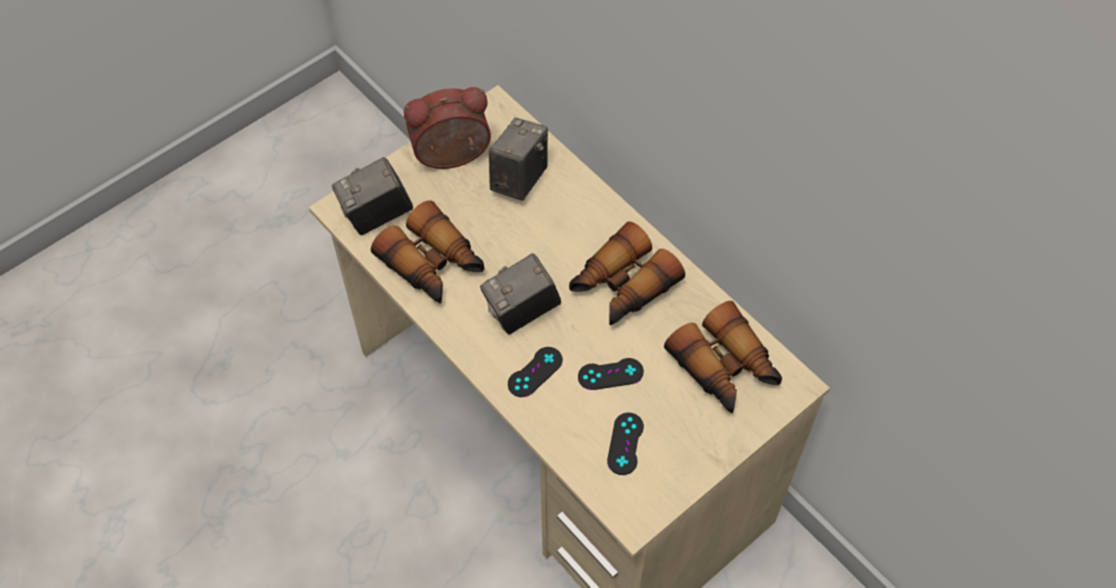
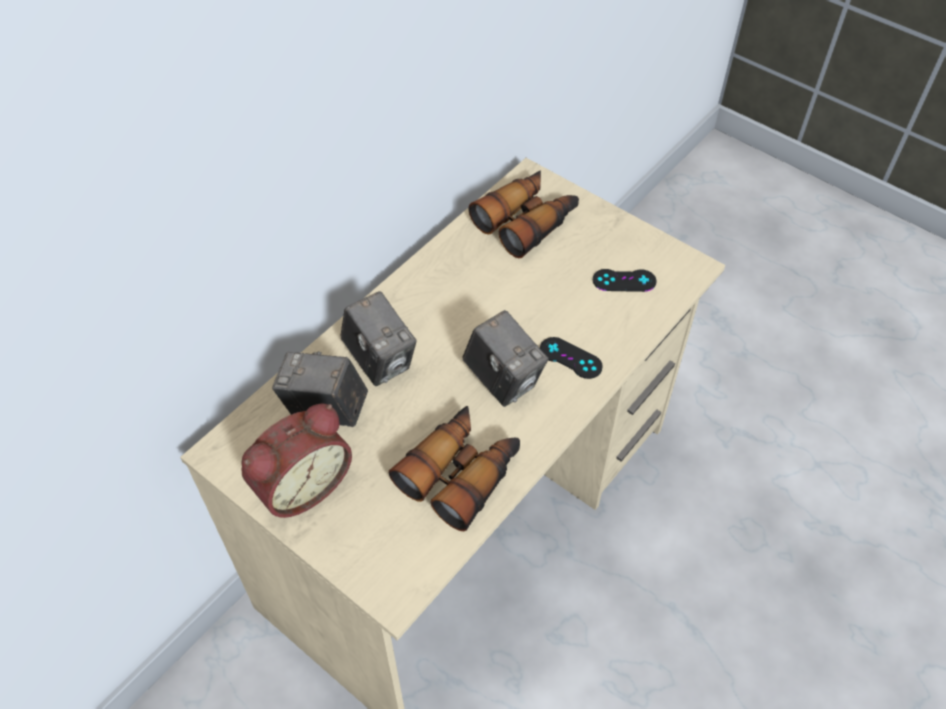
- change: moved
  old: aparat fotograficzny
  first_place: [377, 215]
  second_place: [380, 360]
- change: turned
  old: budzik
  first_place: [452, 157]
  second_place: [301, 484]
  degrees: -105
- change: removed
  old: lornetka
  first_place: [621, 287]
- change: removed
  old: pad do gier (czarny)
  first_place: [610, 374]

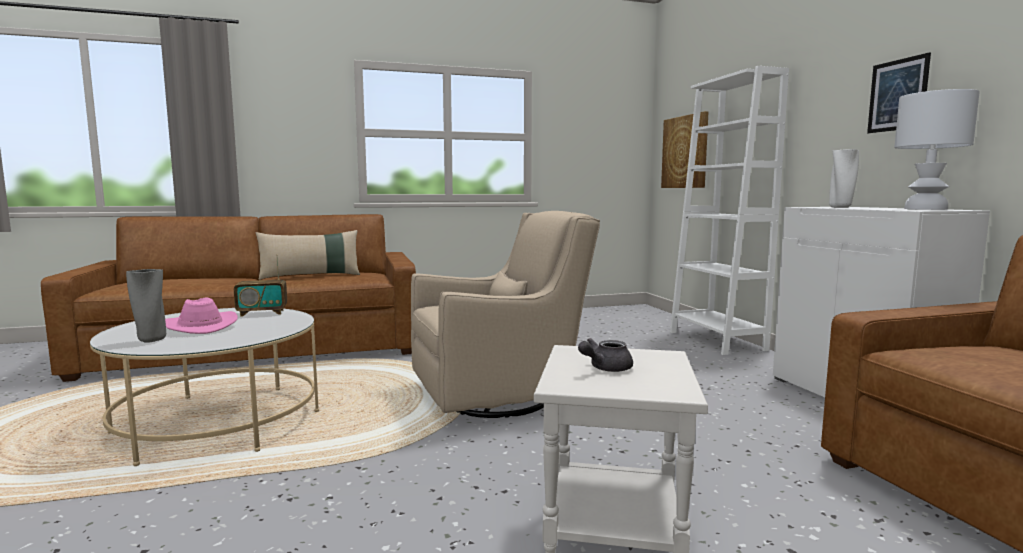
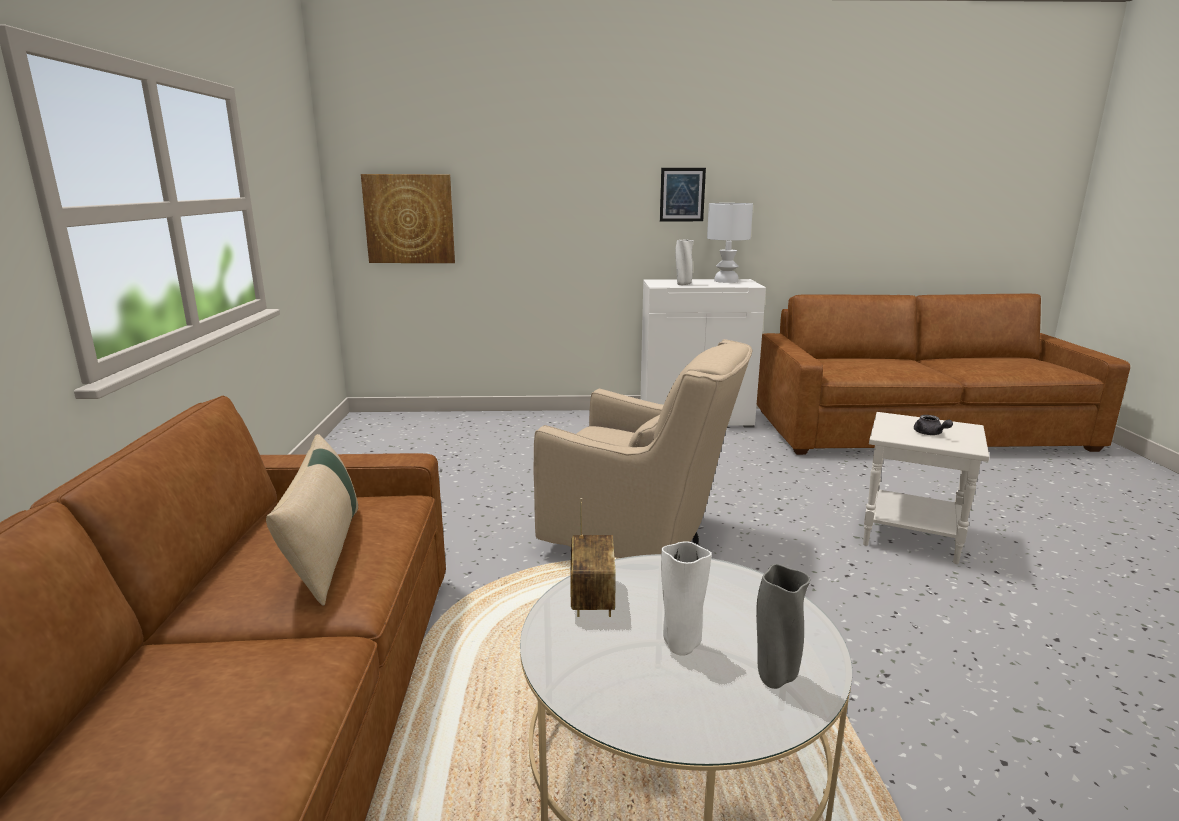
- change: replaced
  old: kapelusz (różowy)
  new: wazon (biały)
  first_place: [199, 326]
  second_place: [681, 646]
- change: turned
  old: fotel (beżowy)
  first_place: [501, 395]
  second_place: [642, 540]
  degrees: 120
- change: removed
  old: regał (biały)
  first_place: [716, 341]

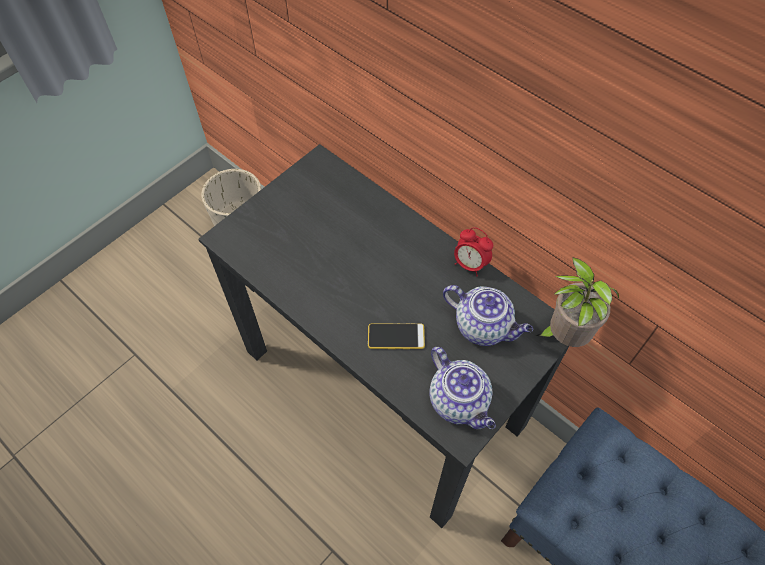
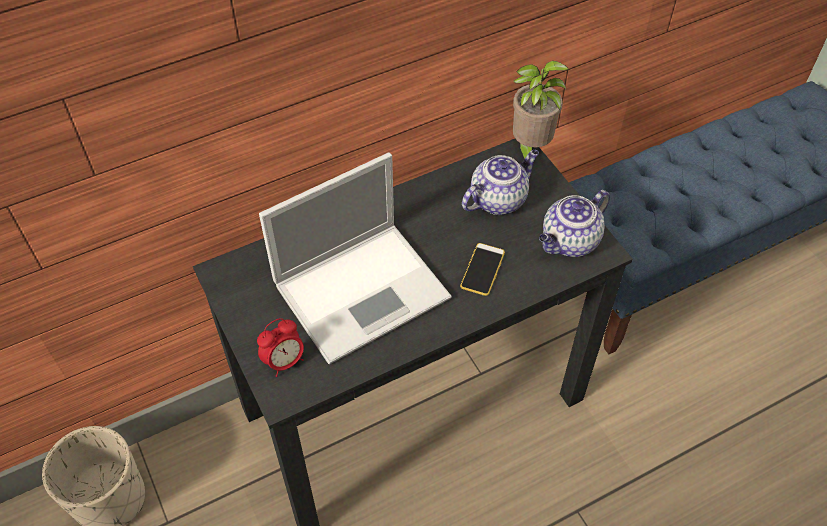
- change: turned
  old: imbryk
  first_place: [460, 402]
  second_place: [569, 242]
  degrees: 150
- change: moved
  old: budzik
  first_place: [470, 265]
  second_place: [284, 361]
- change: added
  new: laptop
  second_place: [364, 289]

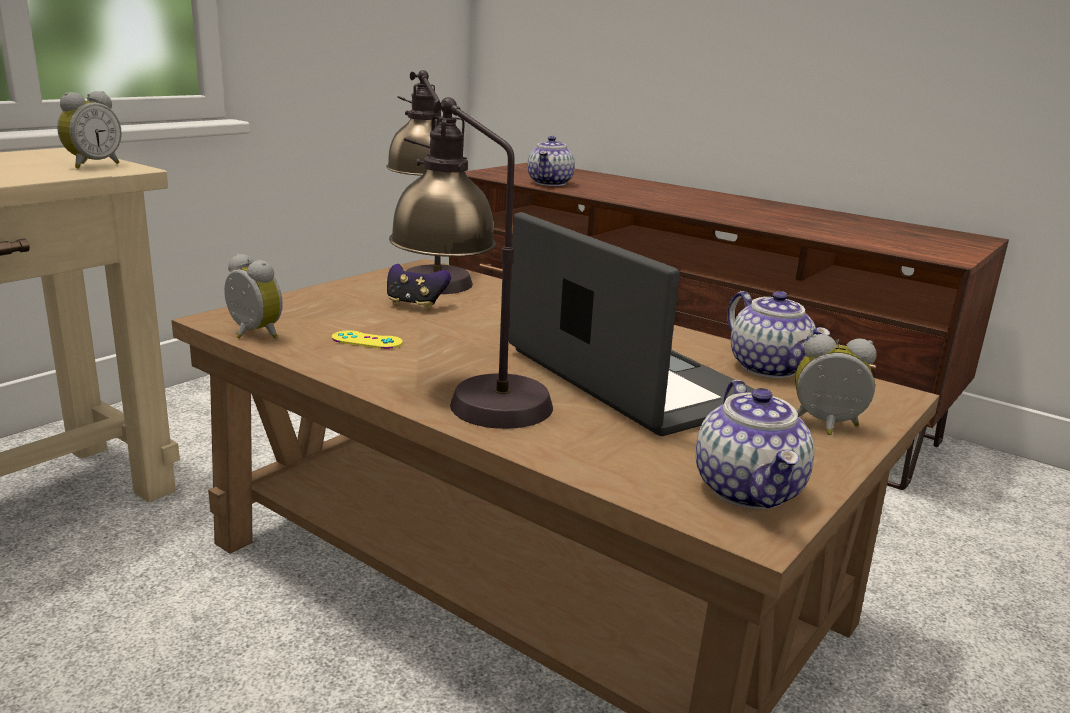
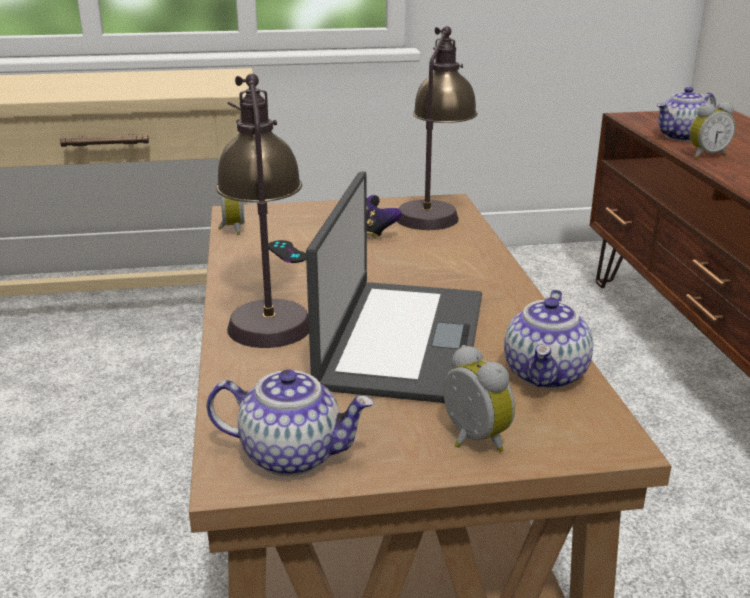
- change: moved
  old: budzik
  first_place: [92, 165]
  second_place: [705, 155]
- change: recoloured
  old: pad do gier (żółty)
  new: pad do gier (czarny)
  first_place: [367, 340]
  second_place: [287, 252]
- change: turned
  old: imbryk
  first_place: [750, 491]
  second_place: [292, 454]
  degrees: -120

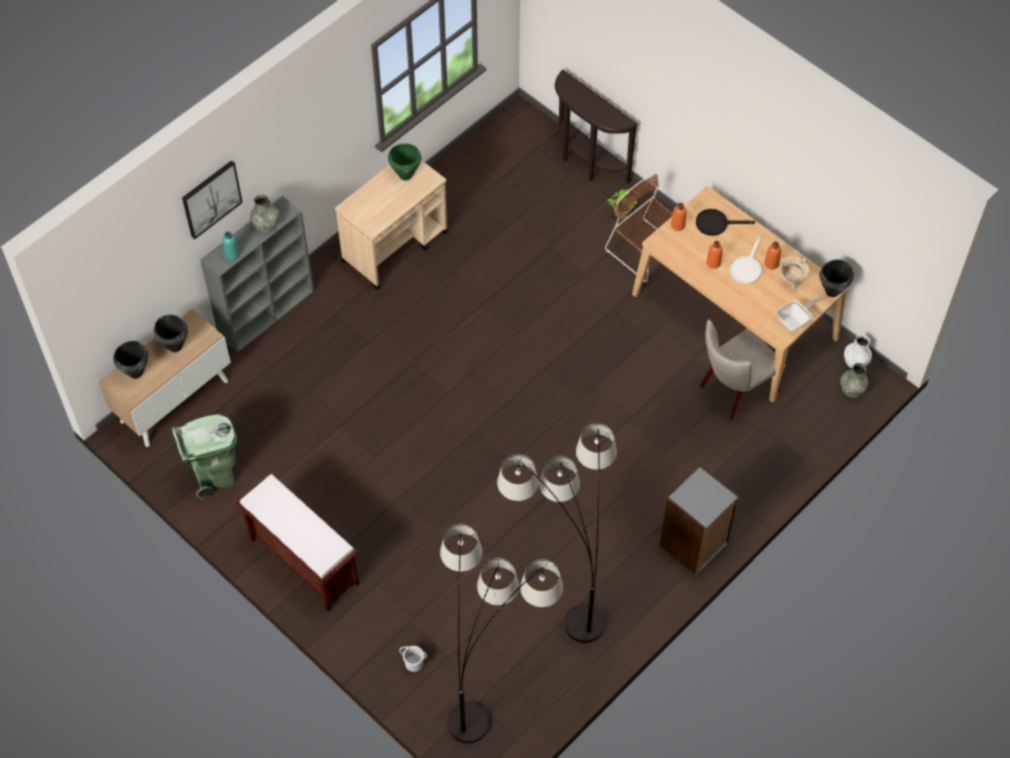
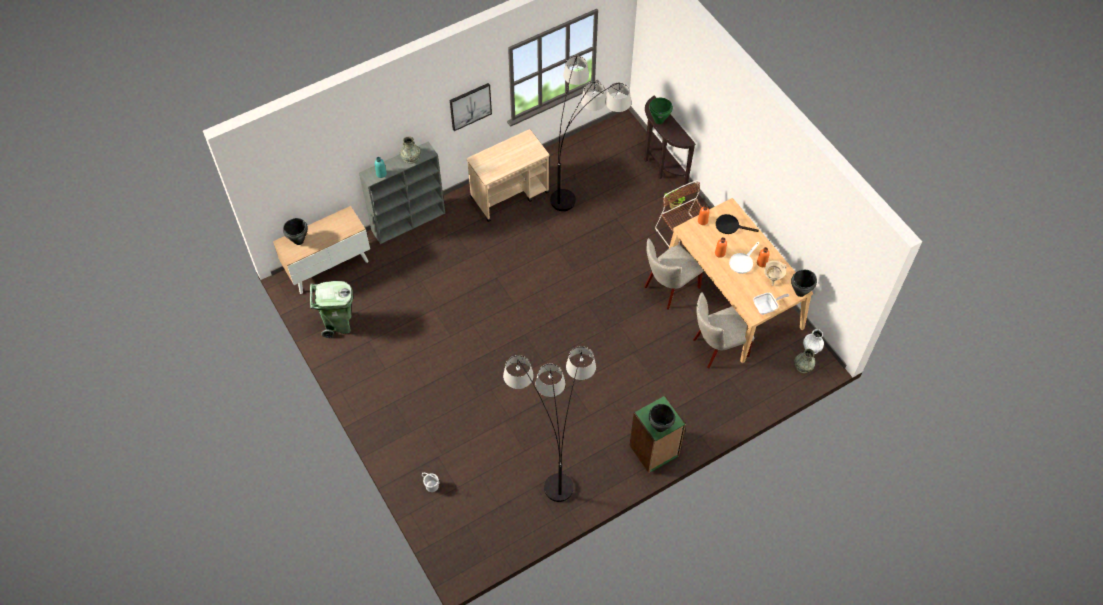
- change: moved
  old: garnek (czarny)
  first_place: [175, 347]
  second_place: [660, 427]
- change: moved
  old: obraz
  first_place: [211, 198]
  second_place: [470, 106]
- change: removed
  old: ławka (brązowy)
  first_place: [302, 561]
- change: moved
  old: garnek (zielony)
  first_place: [405, 175]
  second_place: [659, 120]
- change: moved
  old: lampa stojąca
  first_place: [490, 680]
  second_place: [582, 182]
- change: recoloured
  old: regał (szary)
  new: regał (zielony)
  first_place: [694, 545]
  second_place: [654, 451]
- change: added
  new: krzesło (beżowy)
  second_place: [669, 288]

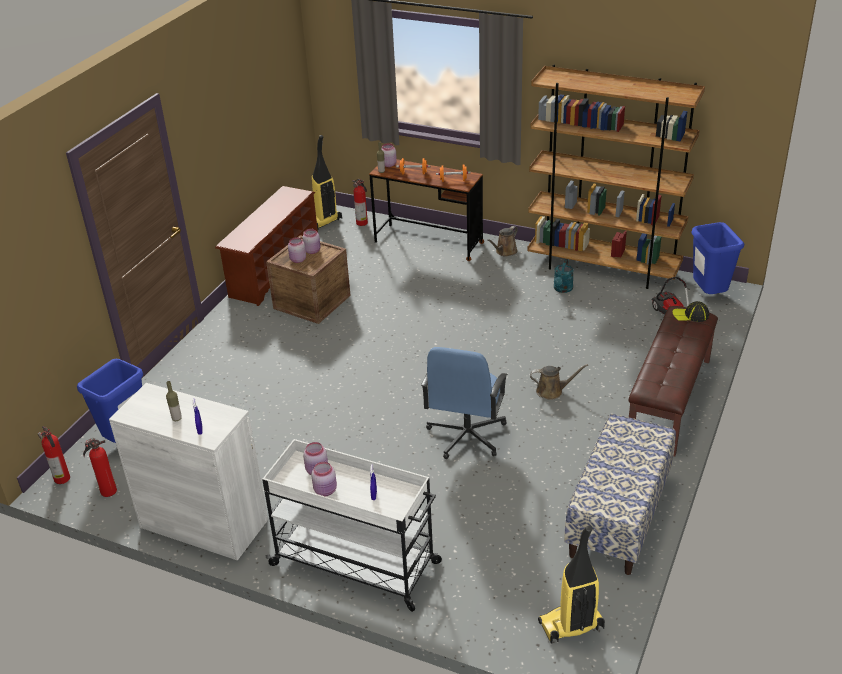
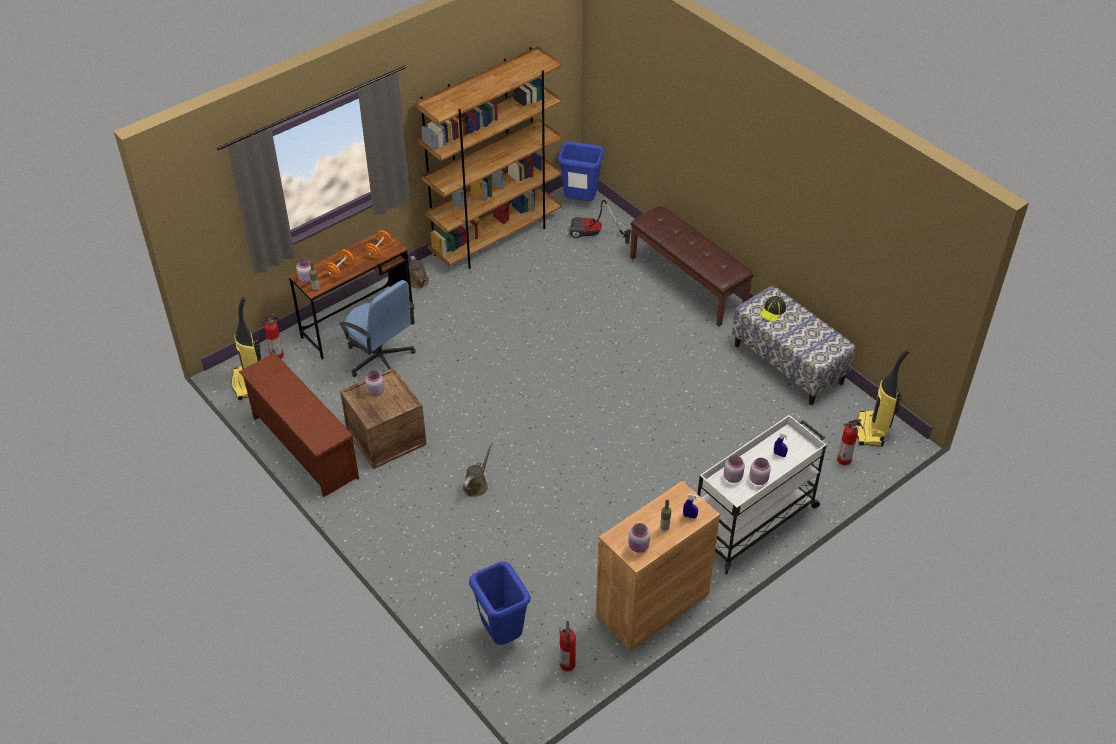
- change: moved
  old: gaśnica
  first_place: [62, 479]
  second_place: [845, 459]
- change: recoloured
  old: szafka (biały)
  new: szafka (brązowy)
  first_place: [204, 523]
  second_place: [652, 605]
- change: moved
  old: słoik (różowy)
  first_place: [297, 260]
  second_place: [638, 547]
- change: moved
  old: krzesło biurowe (niebieski)
  first_place: [466, 435]
  second_place: [380, 359]
- change: moved
  old: konewka (brązowy)
  first_place: [552, 391]
  second_place: [476, 485]
- change: removed
  old: konewka (turkusowy)
  first_place: [562, 289]
- change: moved
  old: czapka z daszkiem
  first_place: [690, 315]
  second_place: [772, 311]

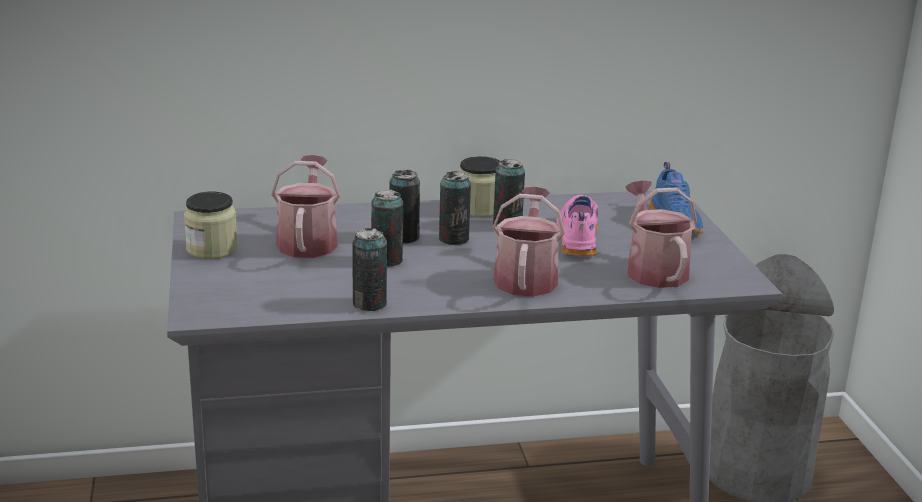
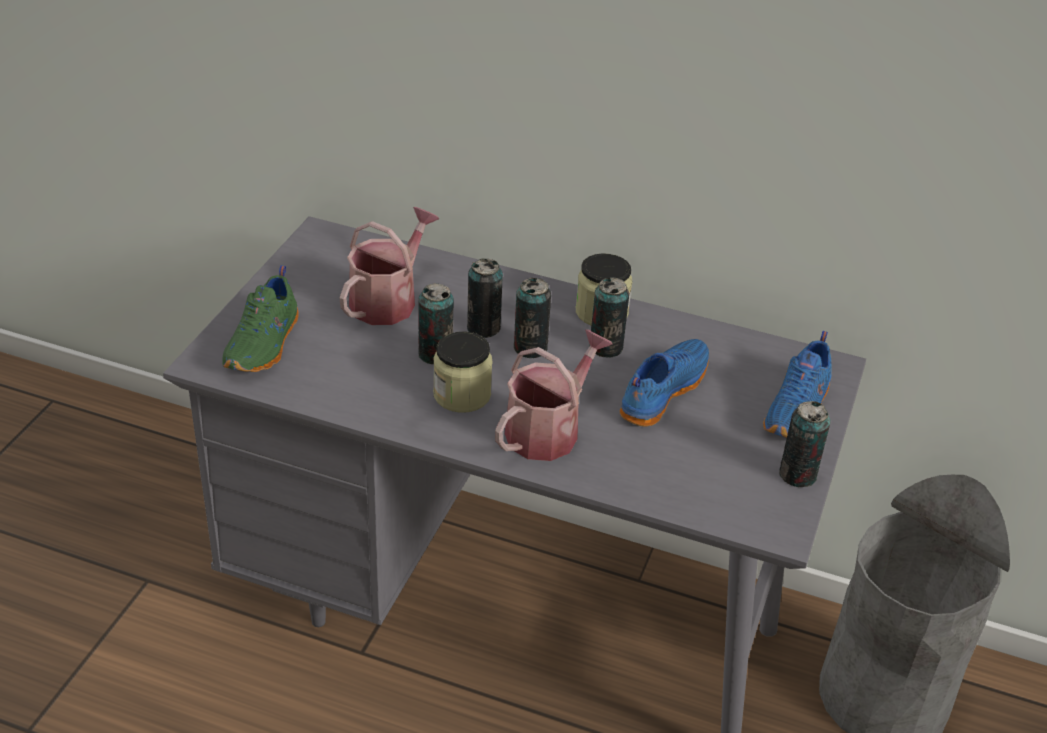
- change: moved
  old: słoik
  first_place: [212, 249]
  second_place: [462, 395]
- change: moved
  old: puszka
  first_place: [369, 304]
  second_place: [797, 475]
- change: recoloured
  old: but (różowy)
  new: but (niebieski)
  first_place: [576, 237]
  second_place: [661, 391]
- change: removed
  old: konewka
  first_place: [653, 269]
- change: added
  new: but (zielony)
  second_place: [265, 345]

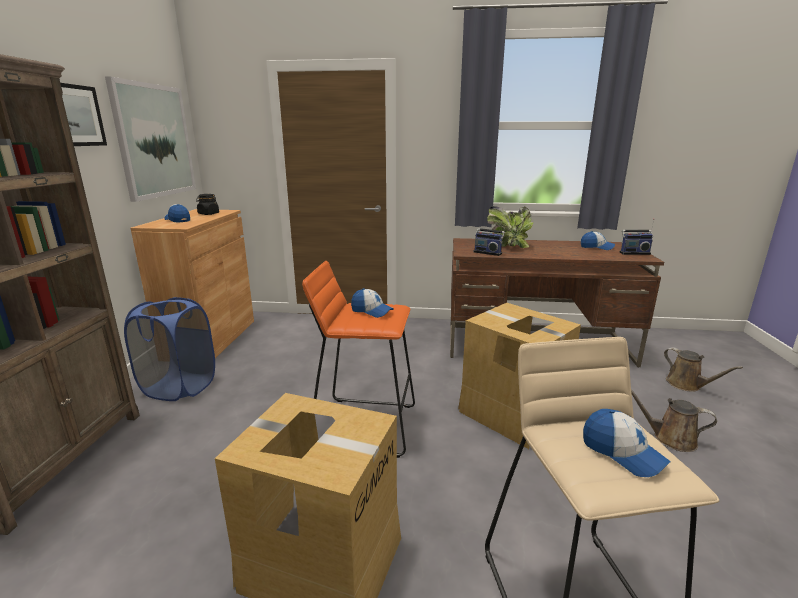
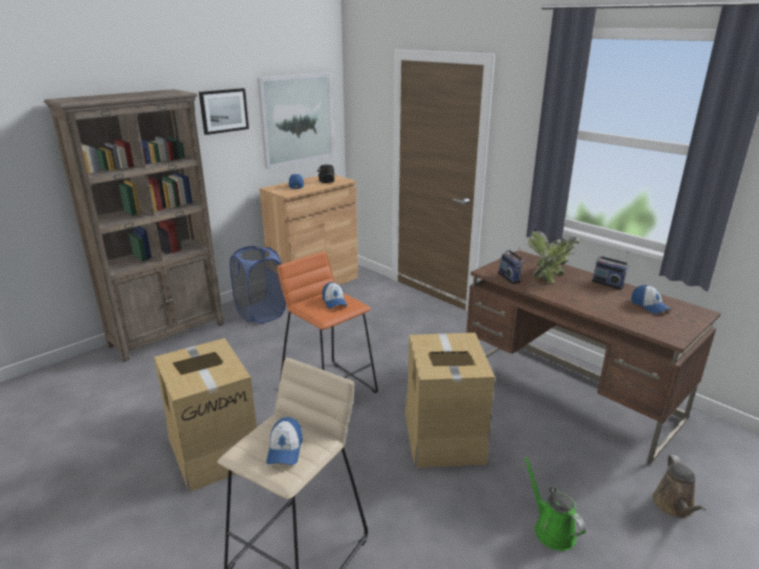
- change: moved
  old: radio
  first_place: [634, 253]
  second_place: [608, 283]
- change: recoloured
  old: konewka (brązowy)
  new: konewka (zielony)
  first_place: [670, 438]
  second_place: [551, 529]

